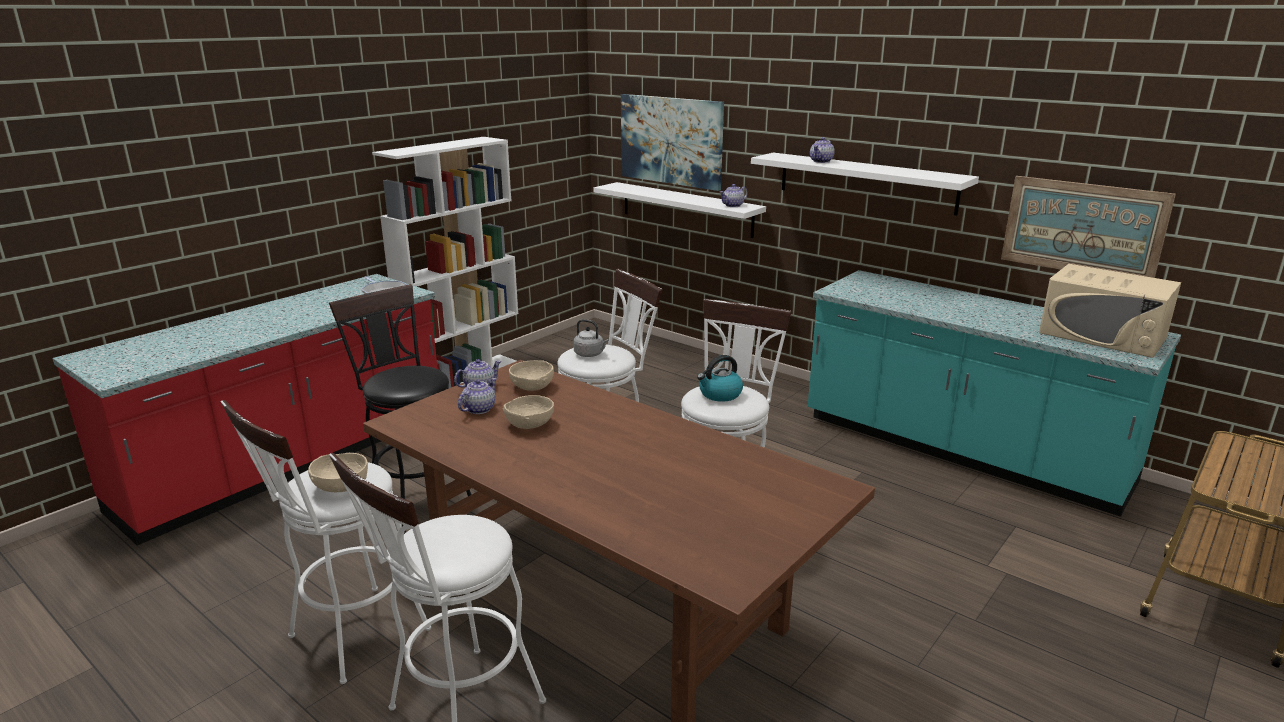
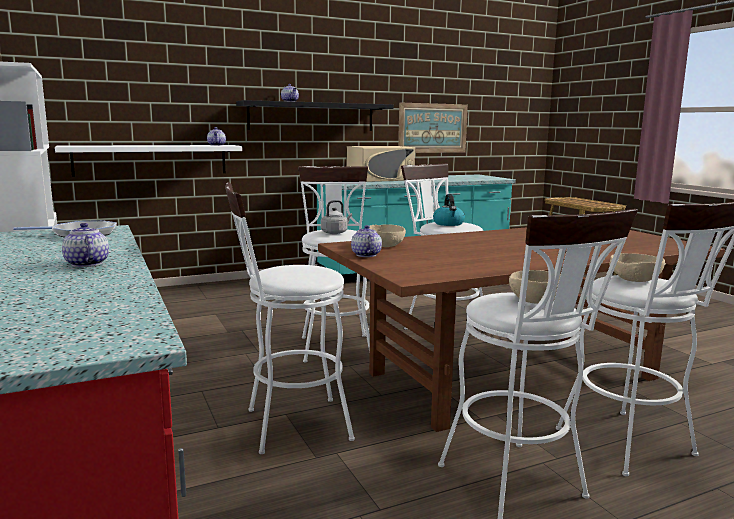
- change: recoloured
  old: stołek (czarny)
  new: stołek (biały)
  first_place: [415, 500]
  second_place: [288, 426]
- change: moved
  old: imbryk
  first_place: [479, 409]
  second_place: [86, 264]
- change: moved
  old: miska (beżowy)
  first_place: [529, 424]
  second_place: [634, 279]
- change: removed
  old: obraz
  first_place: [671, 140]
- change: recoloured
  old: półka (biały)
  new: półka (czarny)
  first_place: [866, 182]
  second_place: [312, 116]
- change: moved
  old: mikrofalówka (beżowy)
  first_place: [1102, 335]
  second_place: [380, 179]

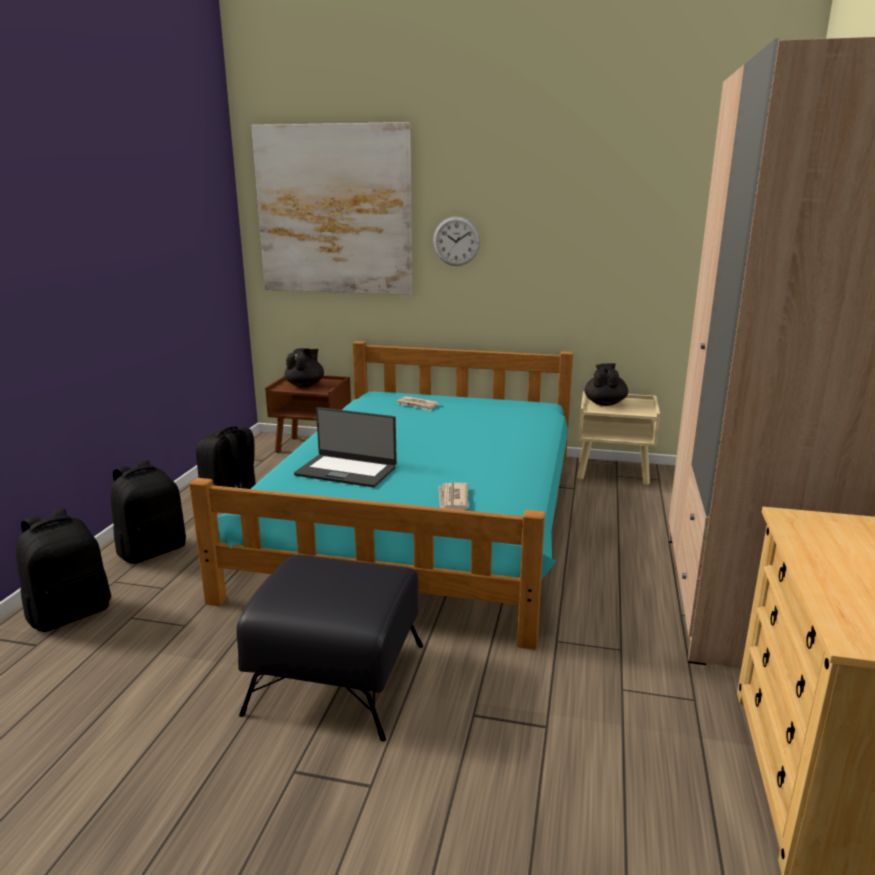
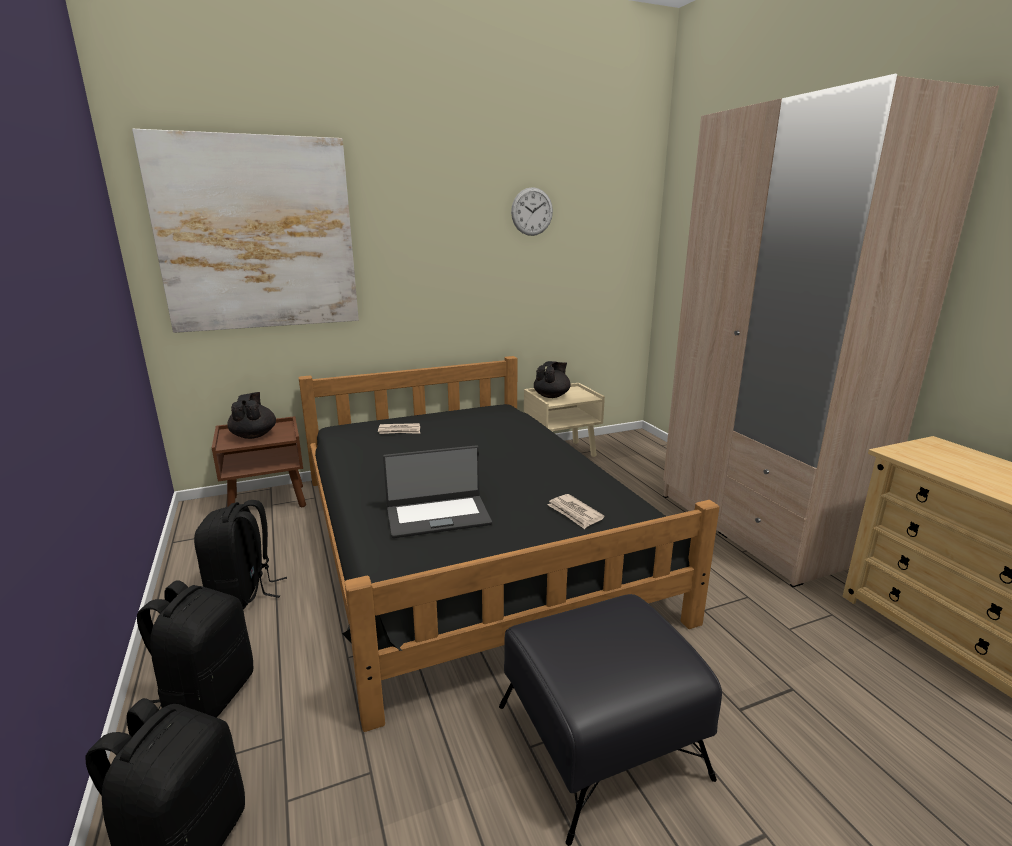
- change: recoloured
  old: łóżko (turkusowy)
  new: łóżko (czarny)
  first_place: [423, 517]
  second_place: [468, 539]
- change: moved
  old: zegar ścienny
  first_place: [456, 241]
  second_place: [532, 211]
- change: turned
  old: imbryk (czarny)
  first_place: [604, 403]
  second_place: [552, 396]
  degrees: 60

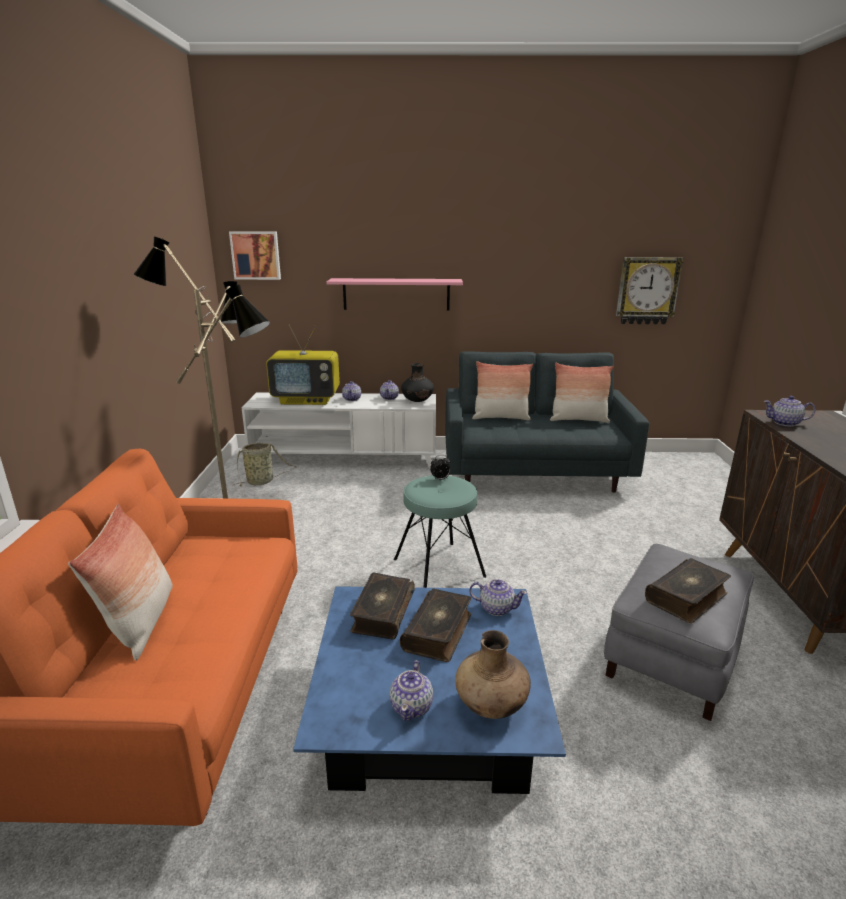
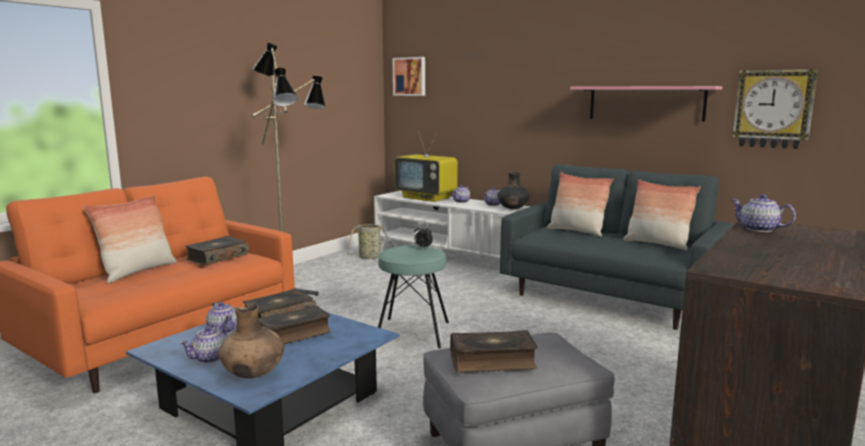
- change: moved
  old: półka (różowy)
  first_place: [396, 294]
  second_place: [645, 103]
- change: moved
  old: imbryk
  first_place: [496, 608]
  second_place: [223, 330]
- change: added
  new: książka
  second_place: [217, 257]

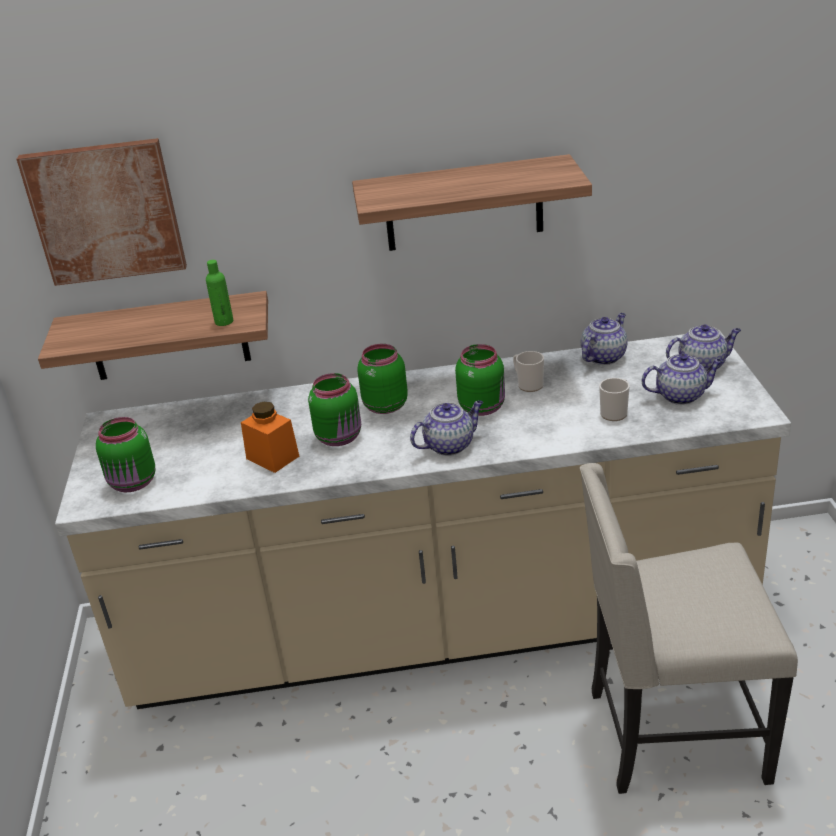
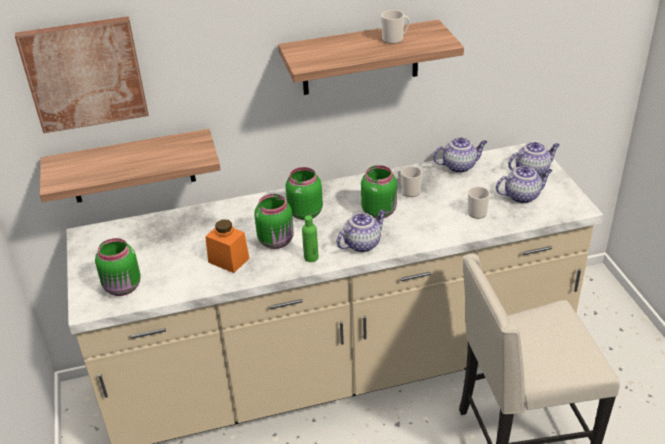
- change: moved
  old: butelka (zielony)
  first_place: [224, 321]
  second_place: [311, 257]
- change: turned
  old: imbryk
  first_place: [603, 357]
  second_place: [459, 166]
  degrees: 45
- change: added
  new: kubek
  second_place: [395, 39]

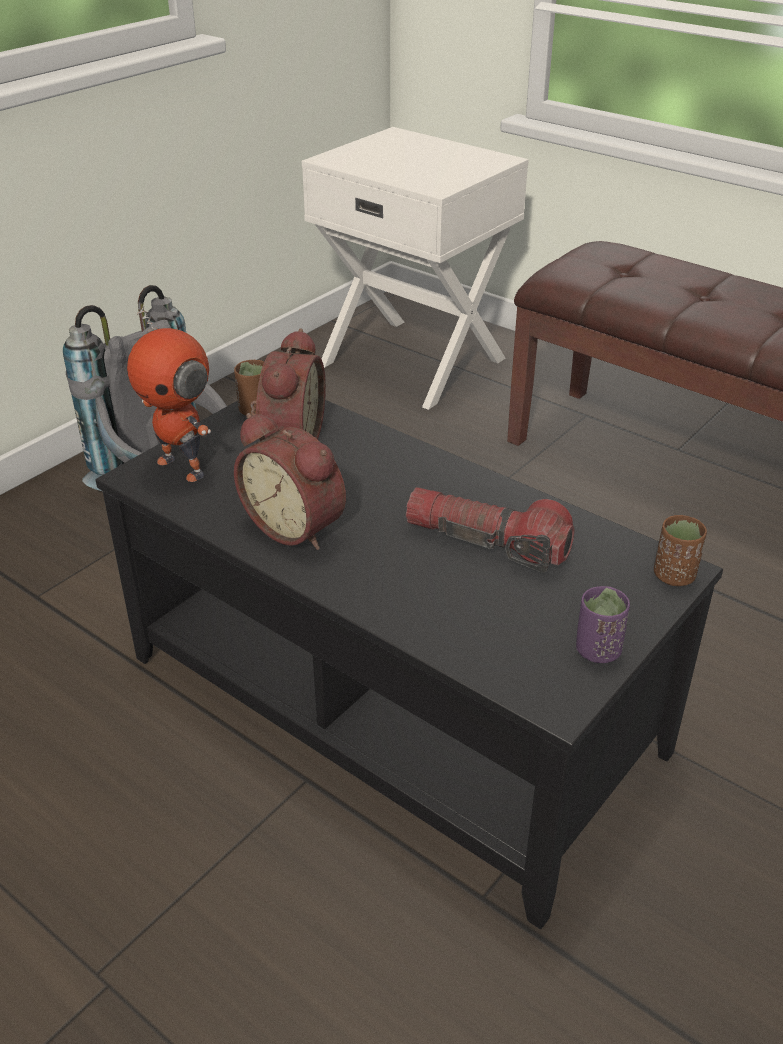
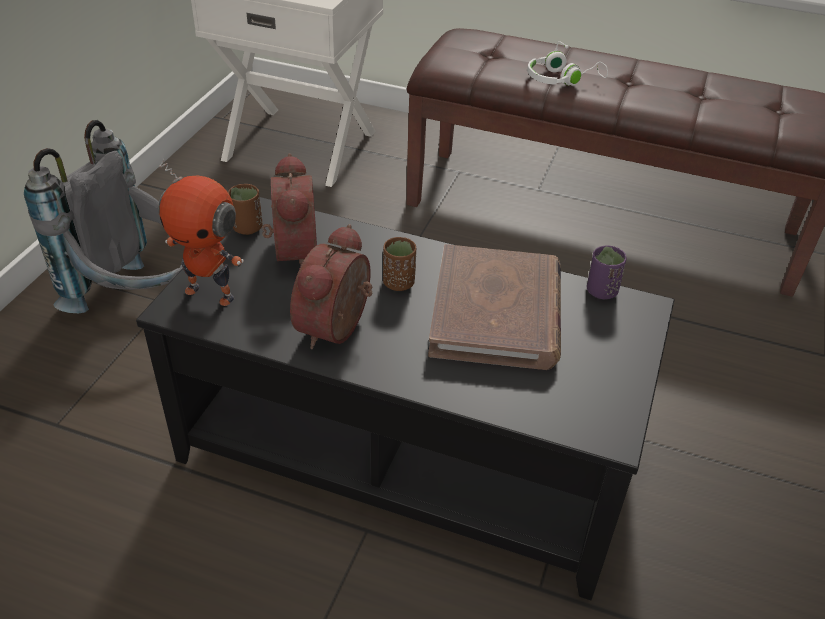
- change: turned
  old: budzik
  first_place: [297, 526]
  second_place: [338, 329]
  degrees: 90
- change: replaced
  old: latarka
  new: książka (brązowy)
  first_place: [487, 543]
  second_place: [497, 313]
- change: moved
  old: filiżanka (fioletowy)
  first_place: [597, 651]
  second_place: [601, 291]
- change: moved
  old: filiżanka (brązowy)
  first_place: [674, 576]
  second_place: [398, 283]
- change: added
  new: słuchawki (biały)
  second_place: [561, 79]

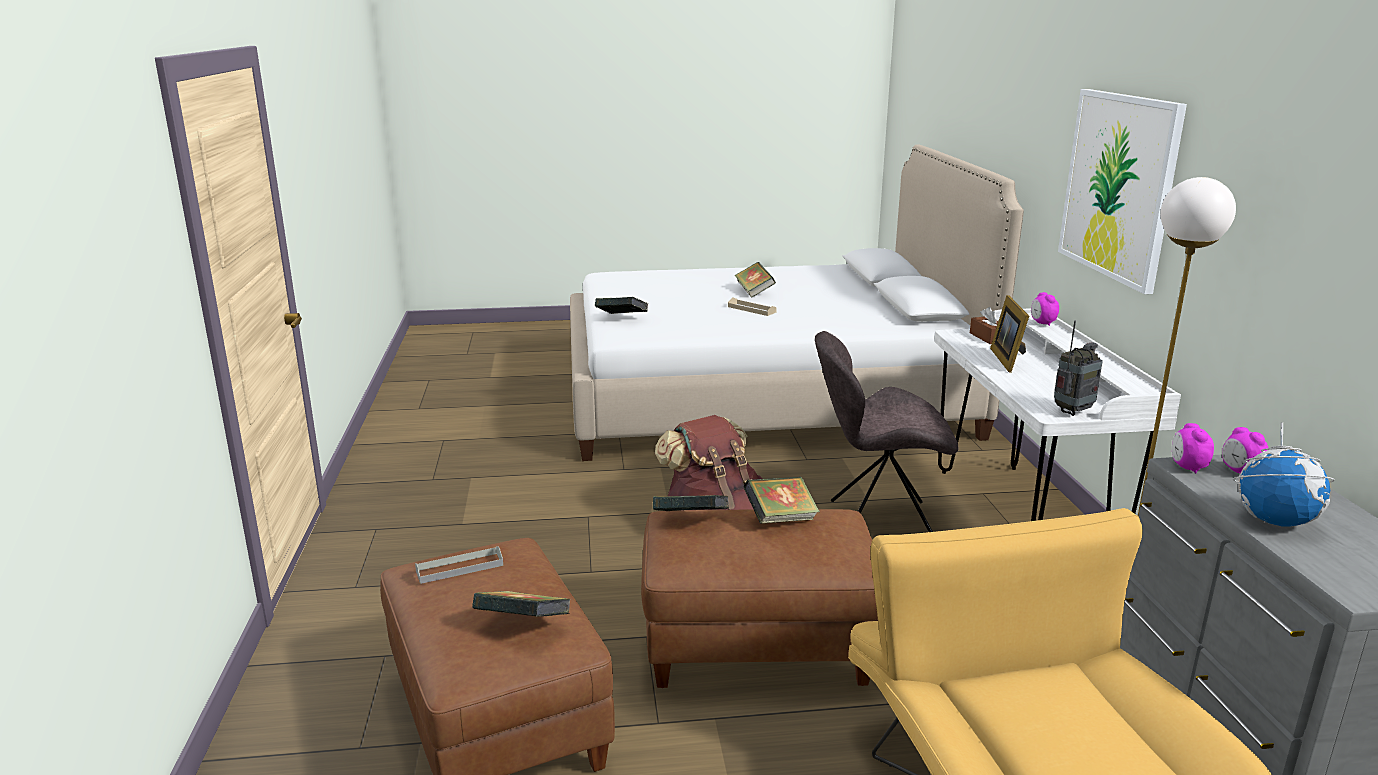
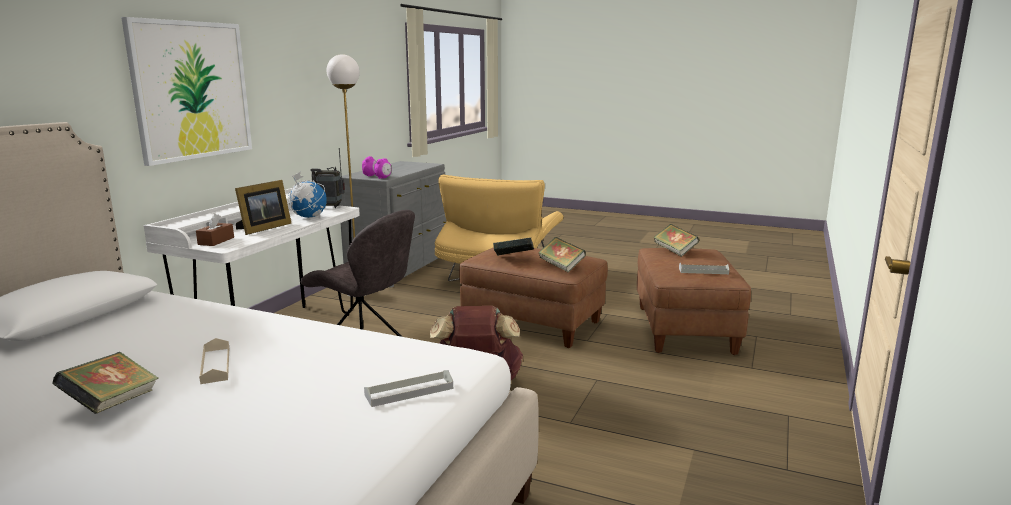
- change: replaced
  old: książka
  new: taca (szary)
  first_place: [622, 319]
  second_place: [409, 391]
- change: removed
  old: budzik
  first_place: [1042, 323]
- change: moved
  old: globus
  first_place: [1275, 521]
  second_place: [308, 217]

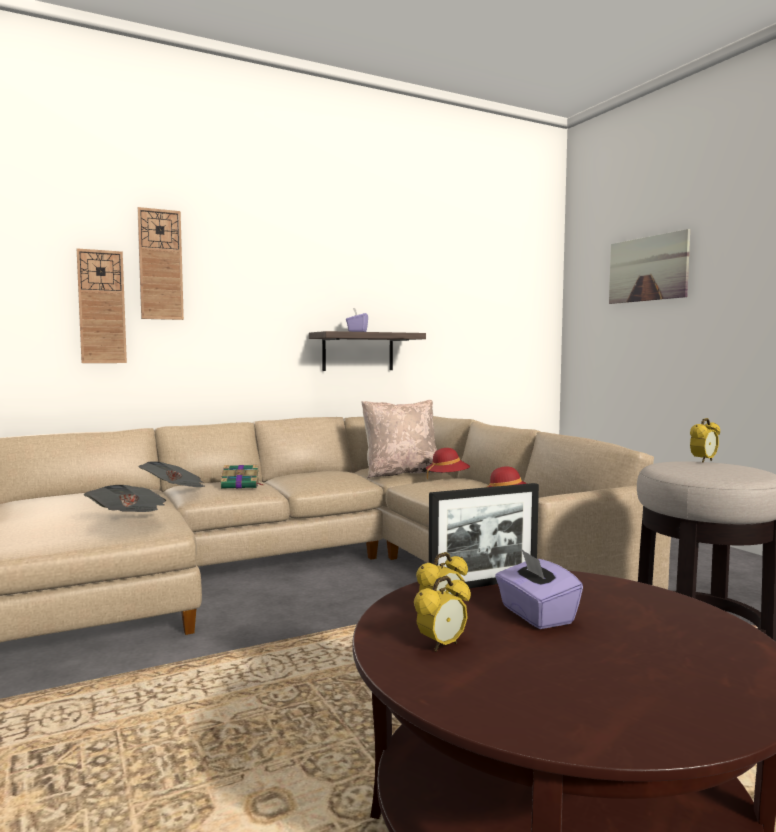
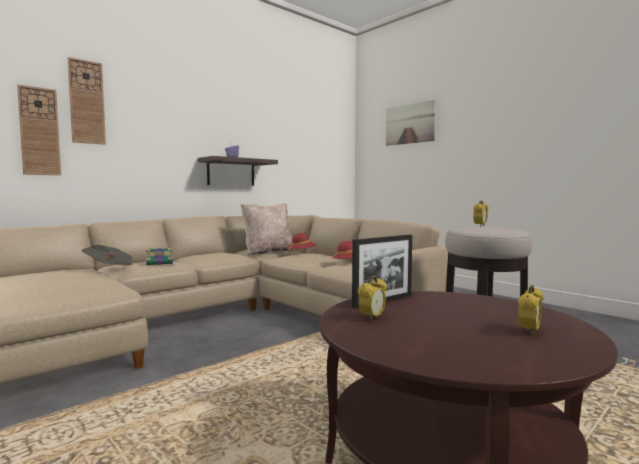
- change: removed
  old: gazeta
  first_place: [129, 520]
- change: moved
  old: budzik
  first_place: [442, 646]
  second_place: [529, 332]
- change: removed
  old: pudełko chusteczek (fioletowy)
  first_place: [535, 615]

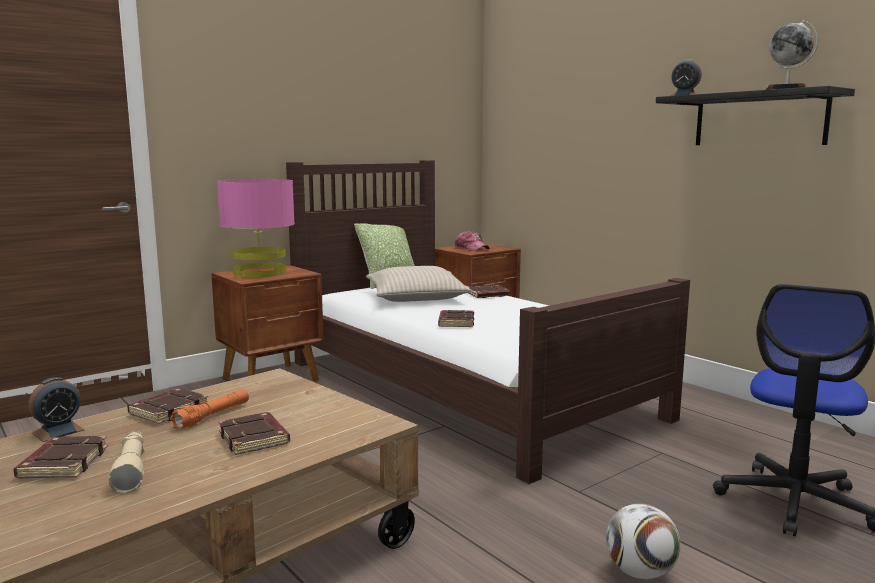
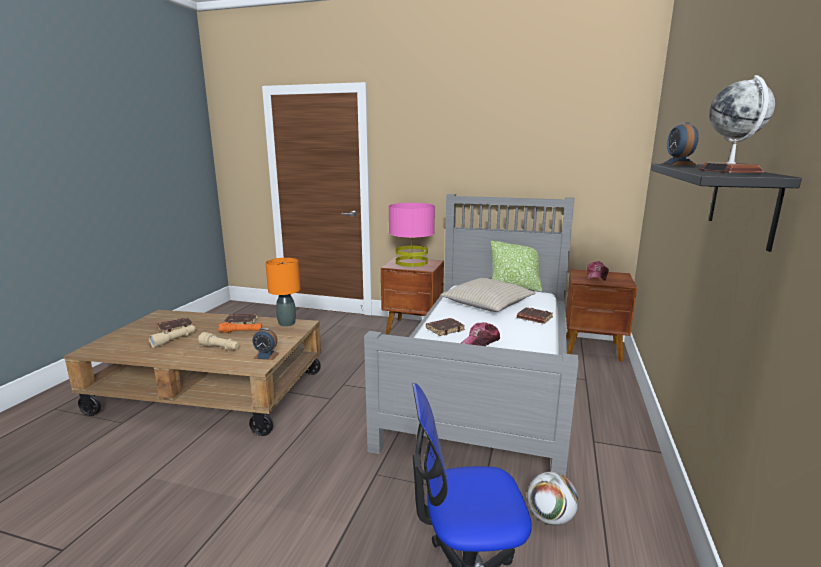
- change: moved
  old: budzik
  first_place: [58, 431]
  second_place: [266, 355]
- change: replaced
  old: książka (brązowy)
  new: latarka (beżowy)
  first_place: [255, 439]
  second_place: [220, 348]
- change: recoloured
  old: łóżko (brązowy)
  new: łóżko (szary)
  first_place: [463, 388]
  second_place: [486, 380]
- change: moved
  old: piłka futbolowa
  first_place: [640, 573]
  second_place: [550, 517]
- change: added
  new: lampa stołowa (pomarańczowy)
  second_place: [286, 323]
- change: added
  new: czapka z daszkiem
  second_place: [481, 342]

